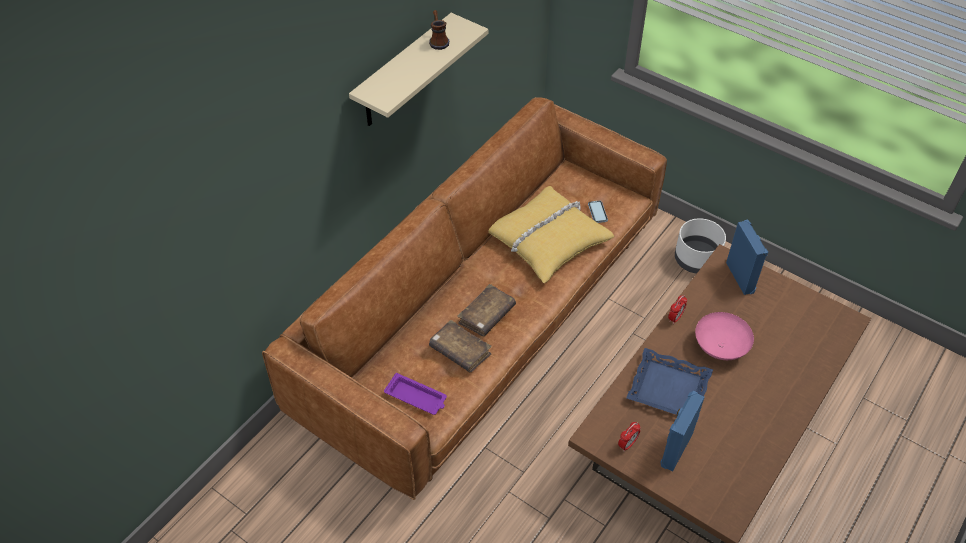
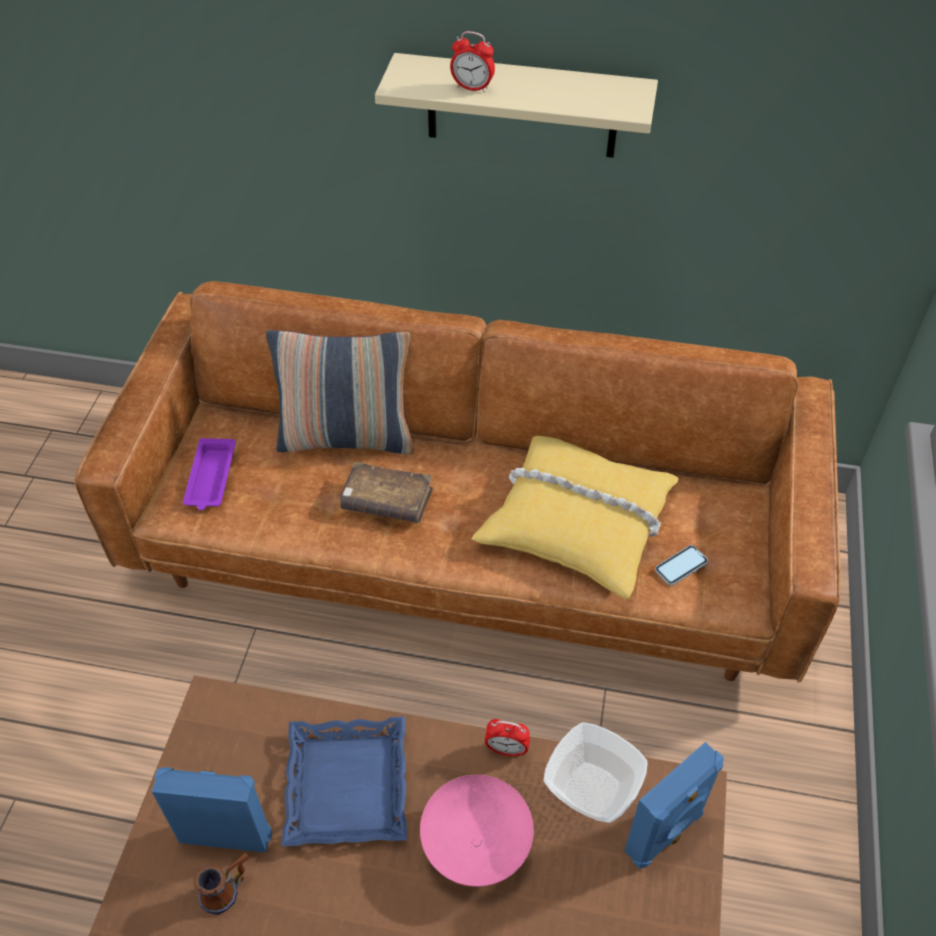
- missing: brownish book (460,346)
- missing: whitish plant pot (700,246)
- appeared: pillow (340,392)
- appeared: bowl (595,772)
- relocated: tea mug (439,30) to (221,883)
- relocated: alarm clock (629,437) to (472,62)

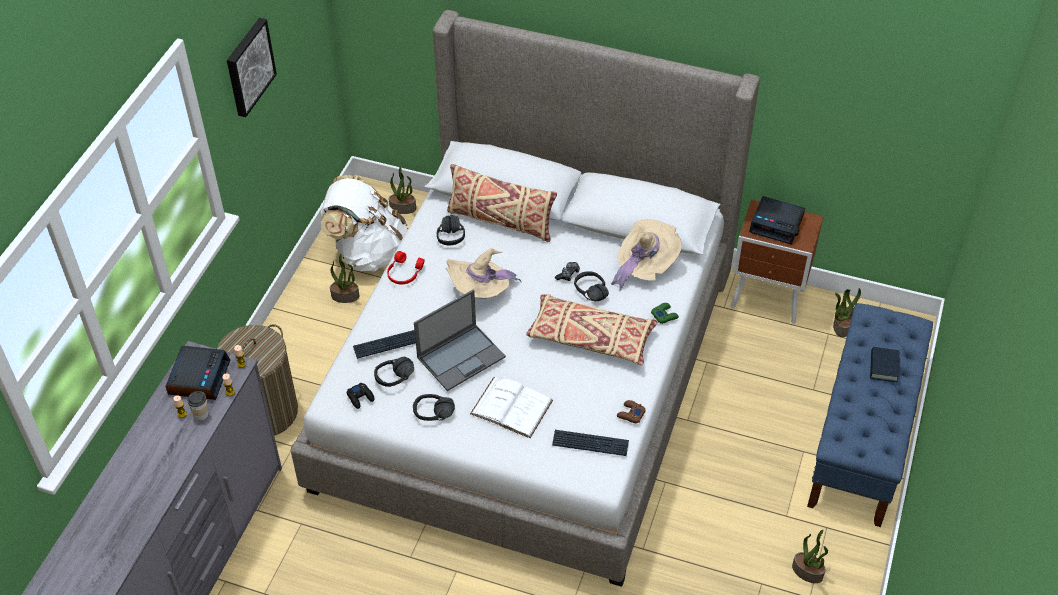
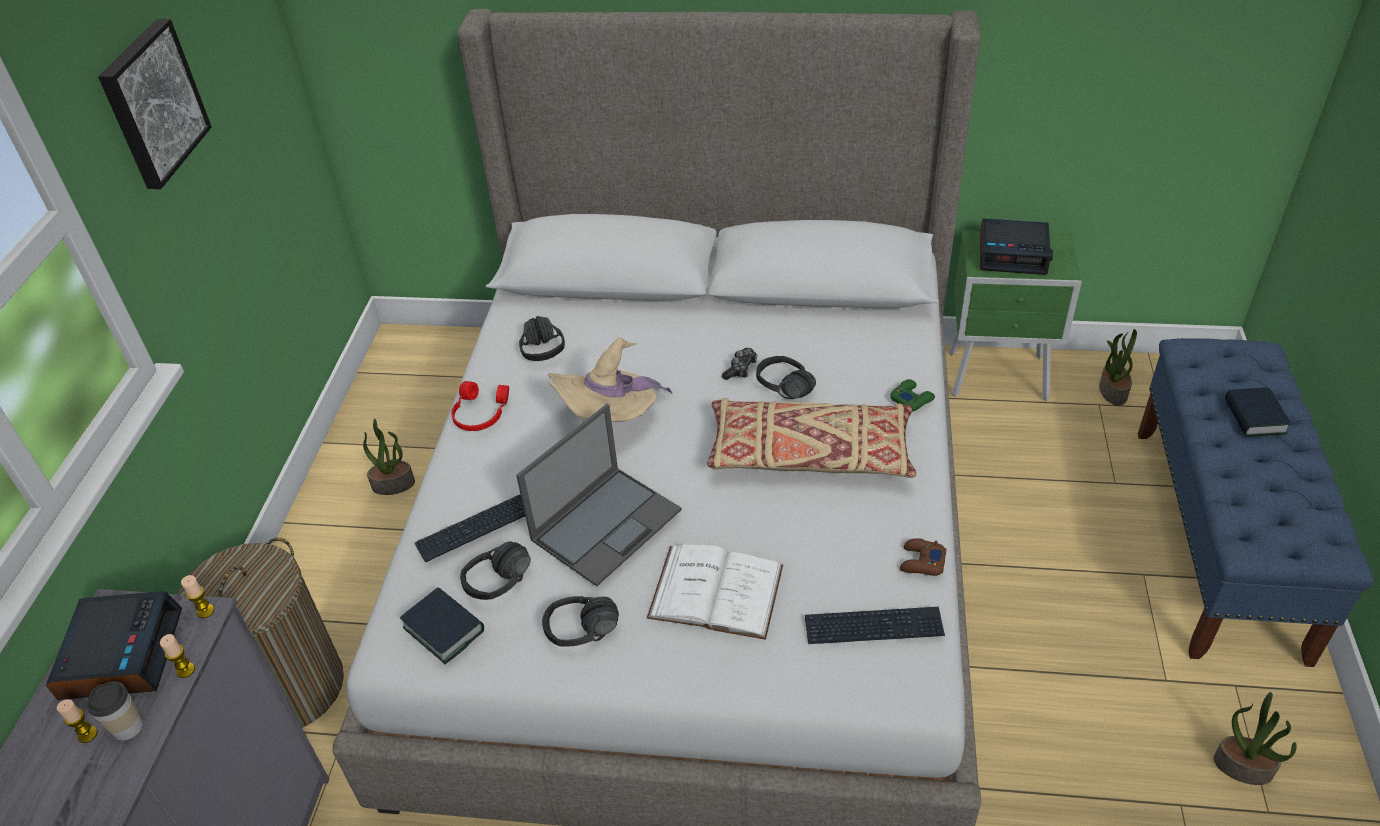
- missing: whitish rucksack (364,223)
- missing: plant in a pot (402,190)
- missing: sand-coloured pillow (502,203)
- missing: sand-coloured hat (646,255)
- exchanged: black-coloured joypad (361,396) to book (442,625)
- colour: brownish night table (776,262) to greenish night table (1015,315)

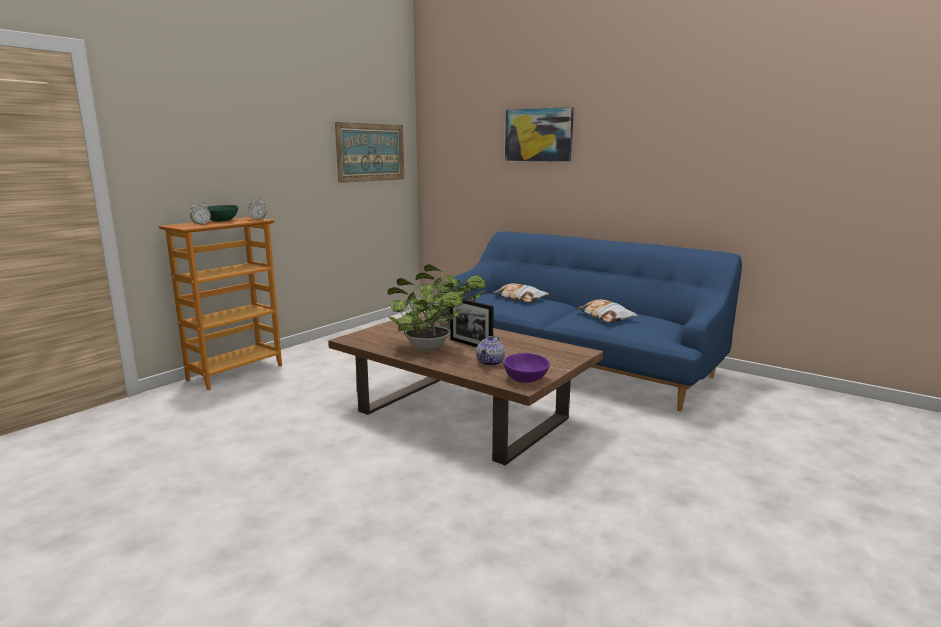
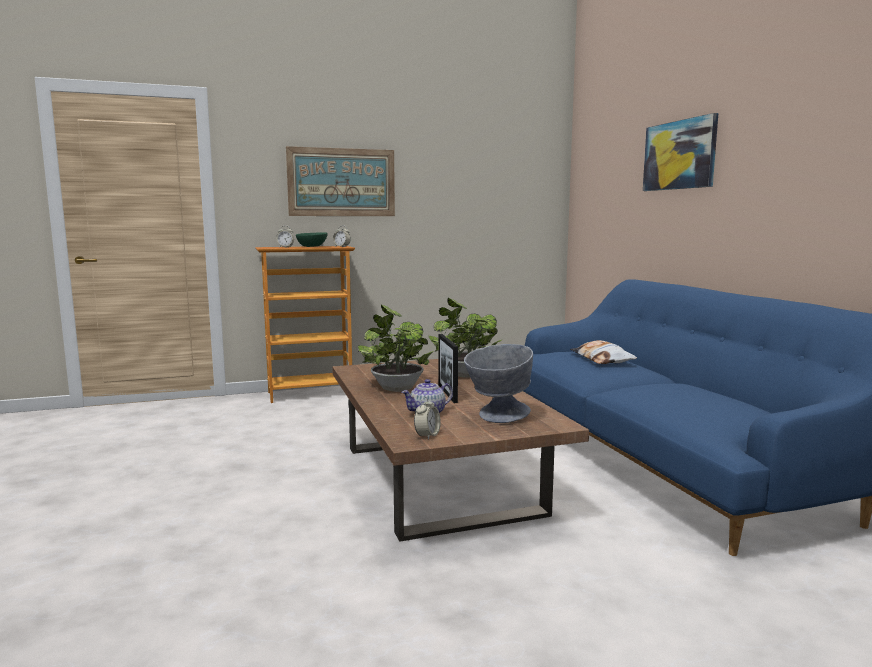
- missing: pillow (606,311)
- appeared: greyish bowl (498,383)
- relocated: wall picture (369,152) to (340,181)
- exchanged: purplish bowl (527,368) to alarm clock (427,418)

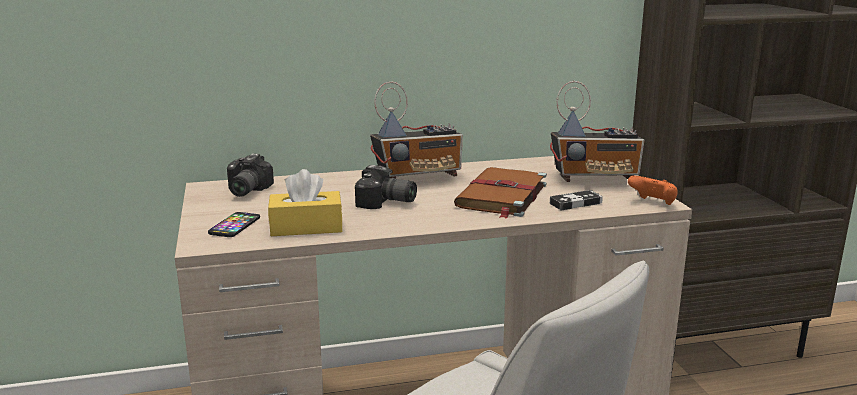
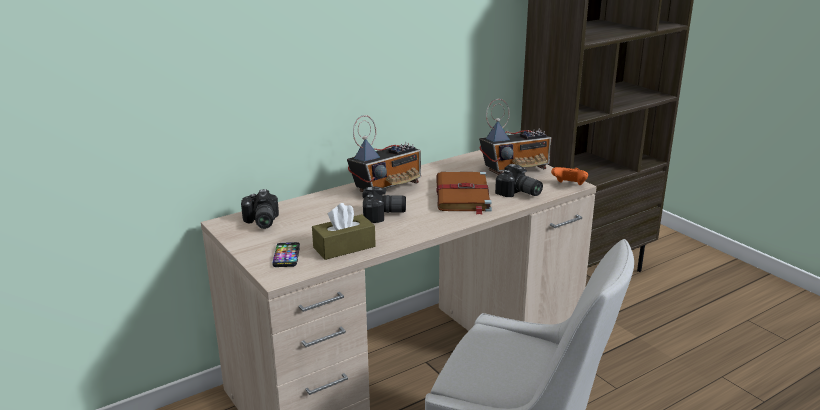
- exchanged: joypad (576,200) to still camera (519,180)
- colour: yellow-coloured tissue box (305,202) to brownish tissue box (344,231)

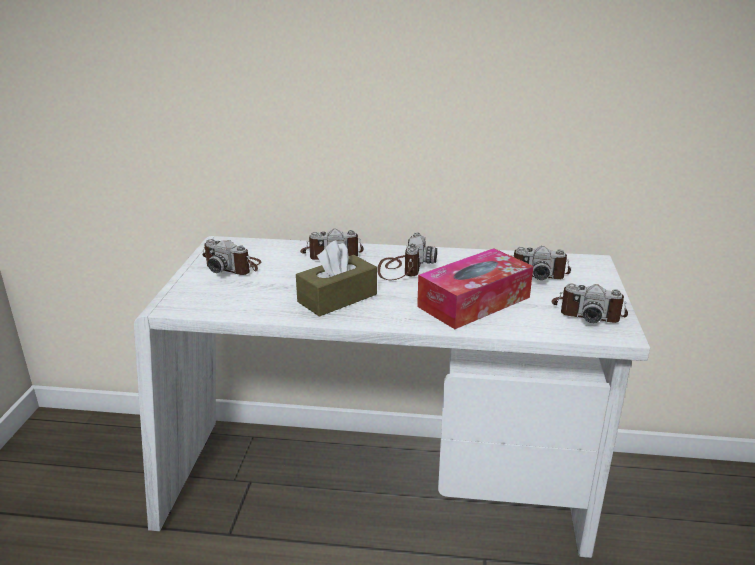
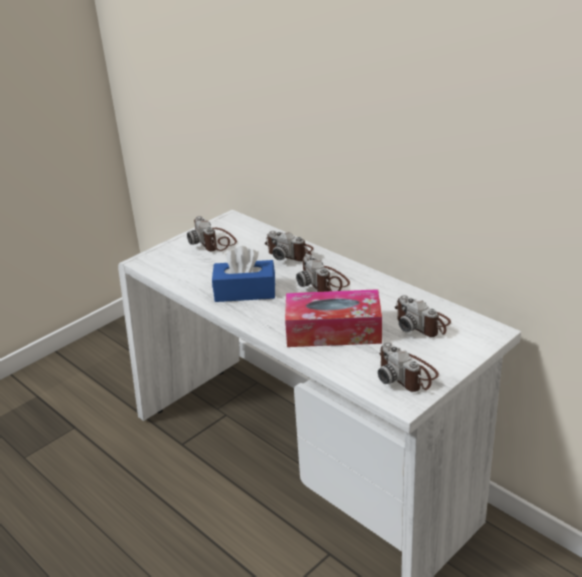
- colour: brownish tissue box (336,278) to bluish tissue box (243,274)
- spun: still camera (407,256) = (323,273) 105 degrees clockwise

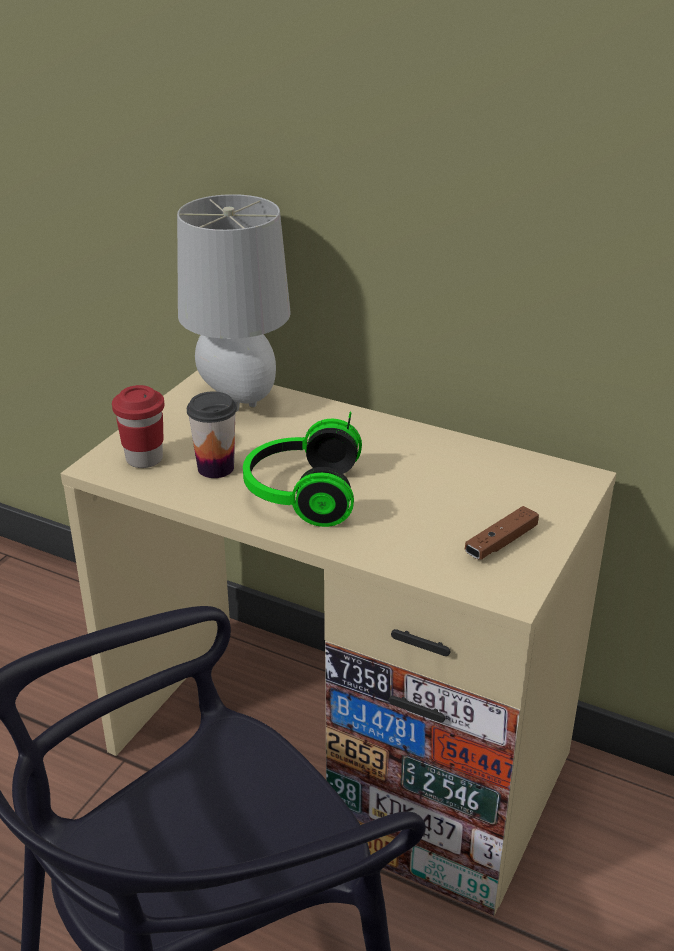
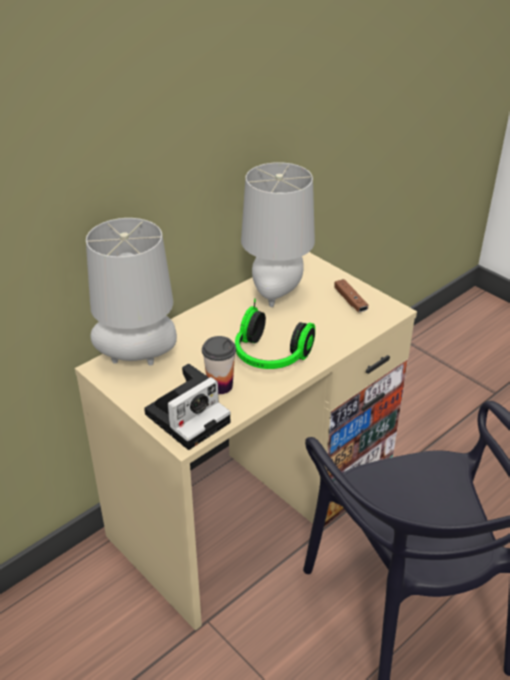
- appeared: greyish table lamp (278,234)
- exchanged: red small cup (138,426) to still camera (187,406)

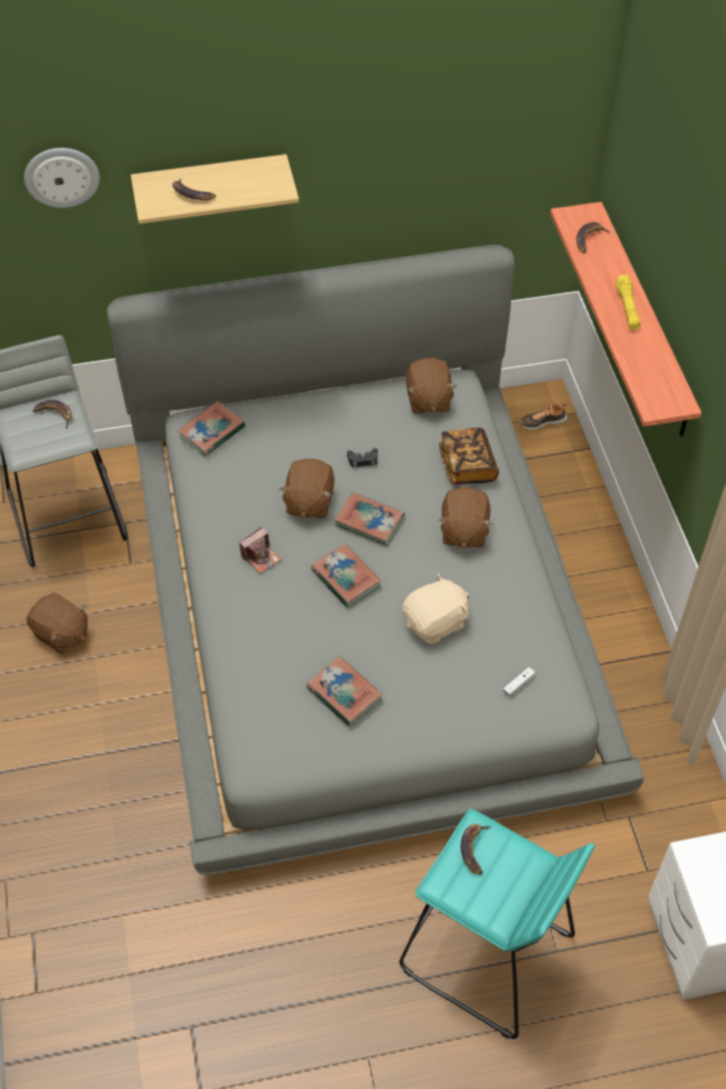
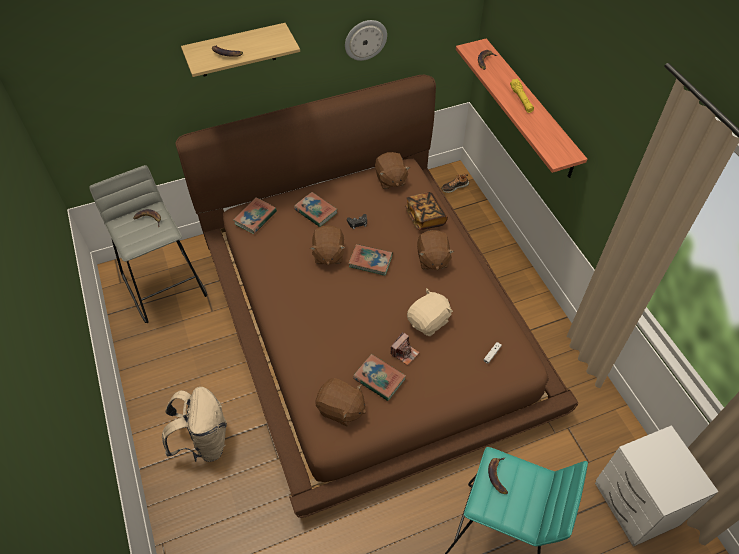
- appeared: sand-coloured rucksack (194,424)
- relocated: wall clock (62,178) to (366,40)
- relocated: brownish plush toy (57,624) to (341,402)
- relocated: still camera (260,550) to (405,349)
- relocated: book (346,576) to (315,209)
- colour: greyish bed (375,560) to brownish bed (376,296)

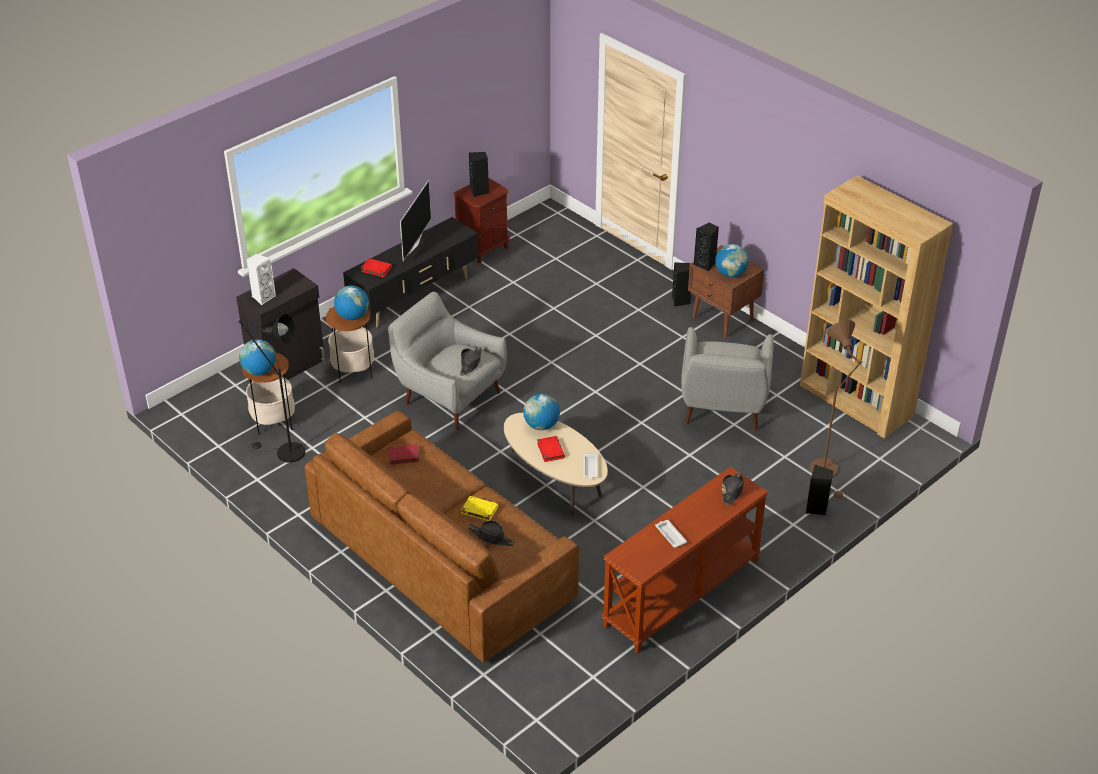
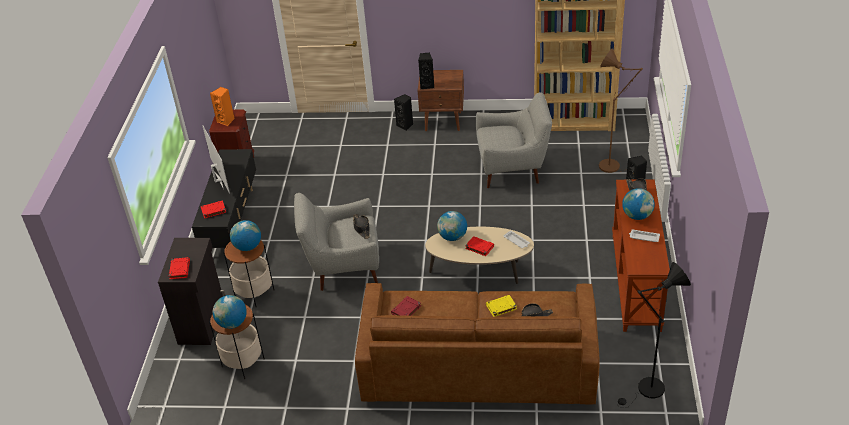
- relocated: black-coloured standard lamp (271,388) to (654,335)
- relocated: world globe (732,261) to (638,204)
- exchanged: whitish speaker (261,279) to red book (179,268)
- colour: black-coloured speaker (479,174) to orange speaker (222,106)
- spun: greyish easy chair (727,379) = (514,140) 60 degrees counterclockwise

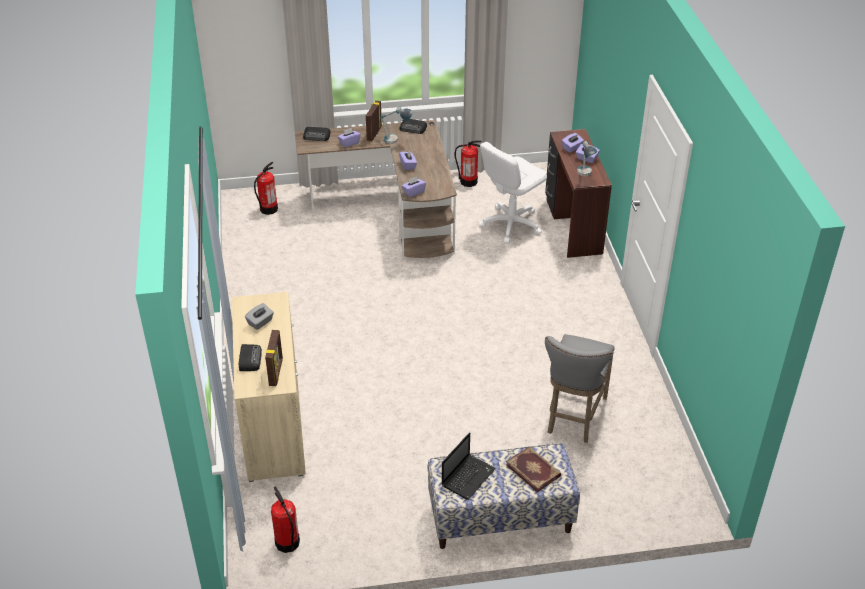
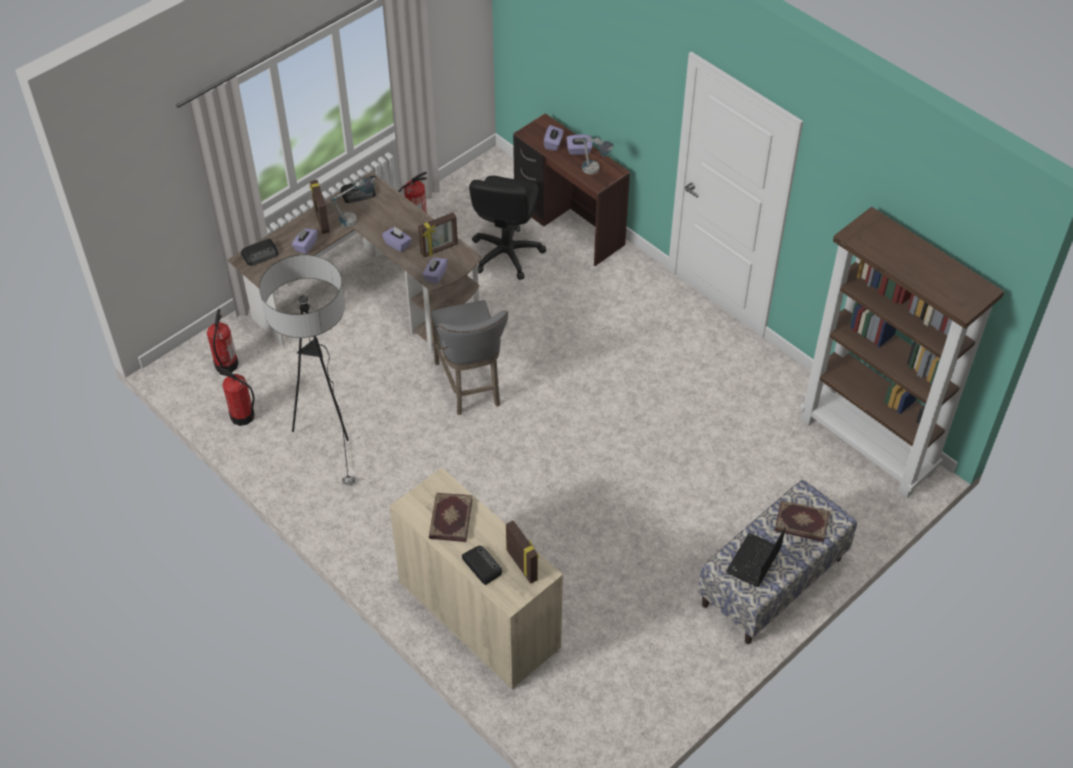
- appeared: standard lamp (307,370)
- appeared: photo frame (438,234)
- appeared: brownish shelving unit (901,352)
- relocated: fire extinguisher (285,519) to (236,396)
- relocated: greyish stool seat (580,388) to (469,357)
- exchanged: greyish tissue box (259,316) to book (450,517)
- colour: whitish computer chair (513,192) to black-coloured computer chair (507,228)
- spun: notebook computer (468,466) = (756,557) 150 degrees counterclockwise

